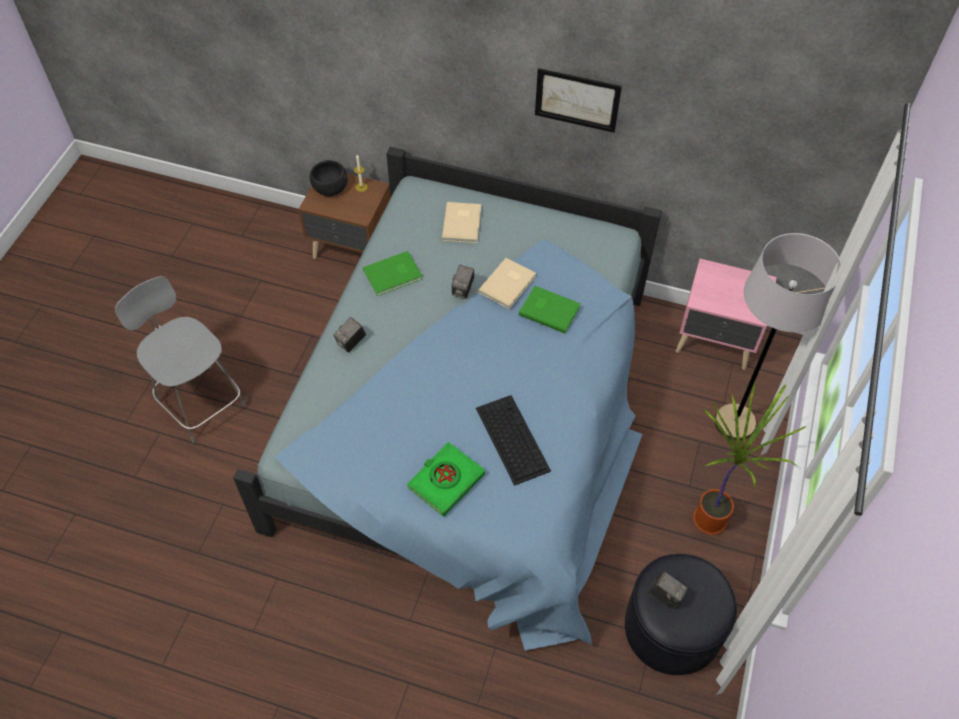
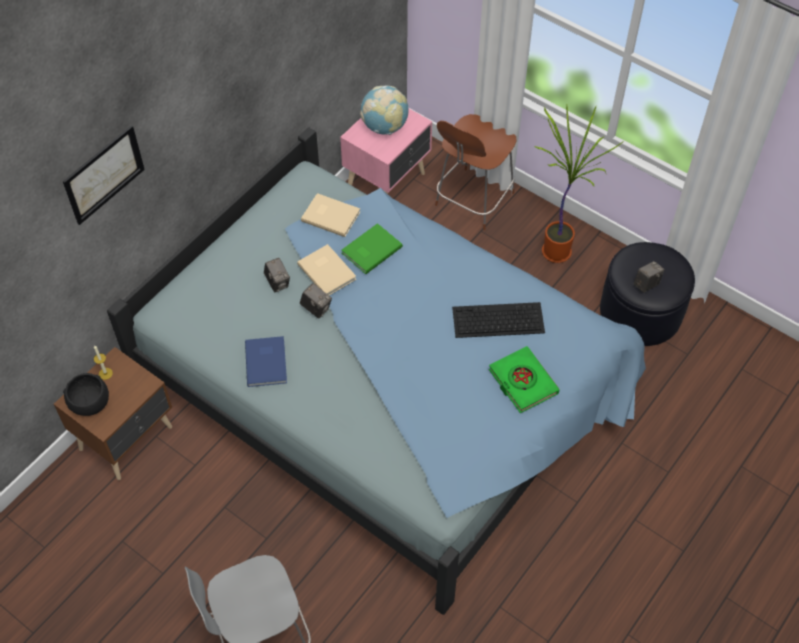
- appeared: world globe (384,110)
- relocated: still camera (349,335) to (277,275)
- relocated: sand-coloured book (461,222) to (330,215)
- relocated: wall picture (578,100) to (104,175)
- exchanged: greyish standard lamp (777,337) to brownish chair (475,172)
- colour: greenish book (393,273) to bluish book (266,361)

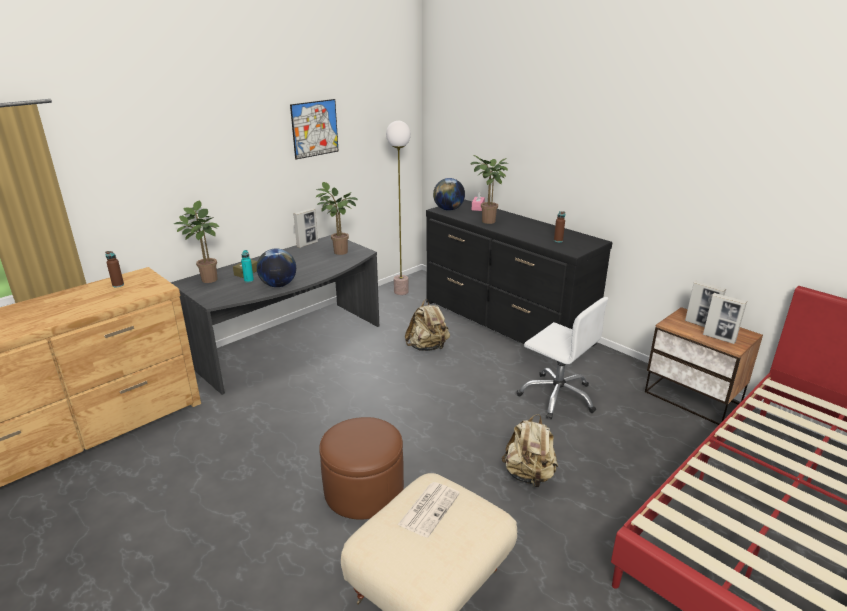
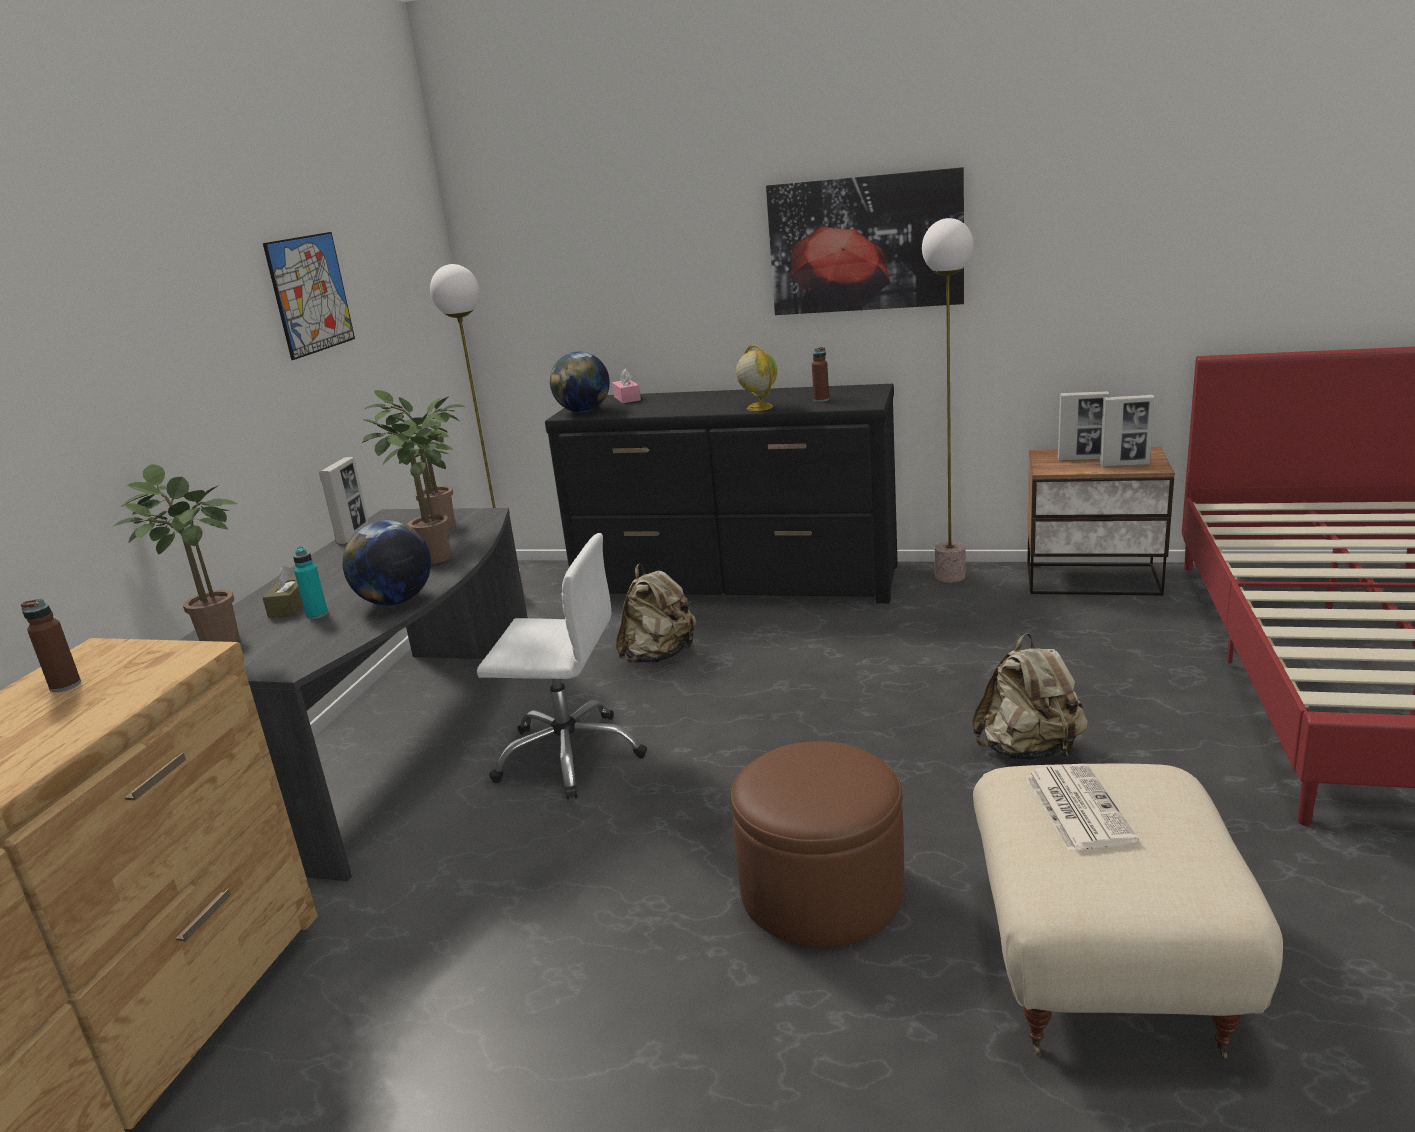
- appeared: world globe (756,378)
- appeared: wall picture (865,241)
- appeared: standard lamp (948,400)
- relocated: plant in a pot (489,189) to (407,487)
- relocated: whitish computer chair (562,358) to (562,666)

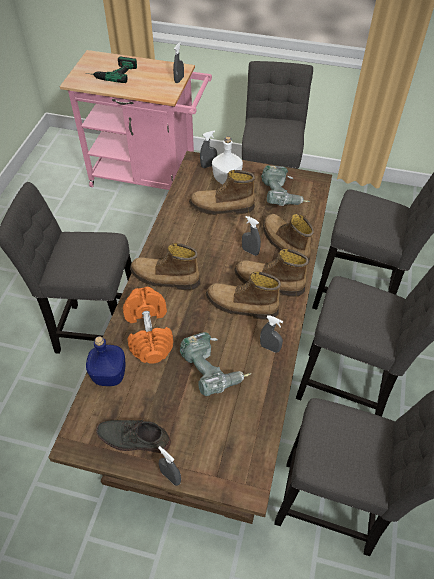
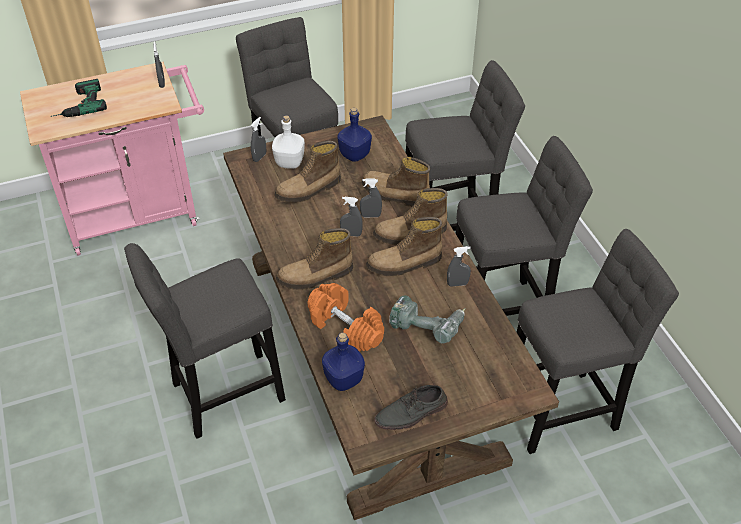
- relocated: greyish spray bottle (169,466) to (351,217)
- exchanged: power drill (285,185) to bluish drink bottle (354,135)

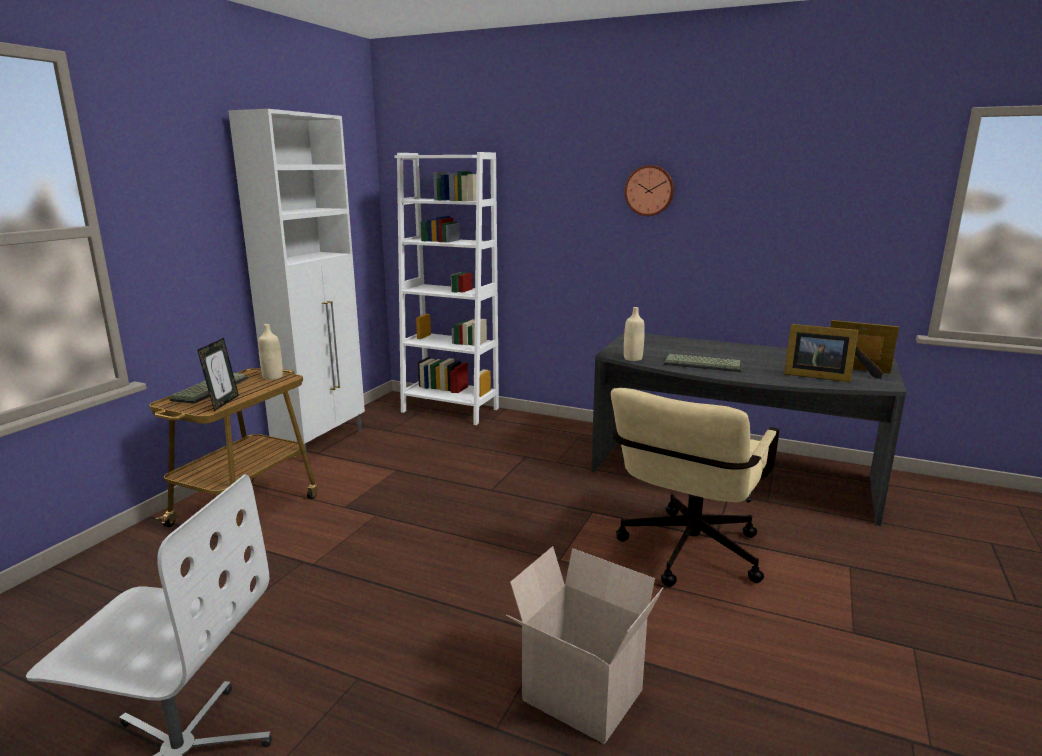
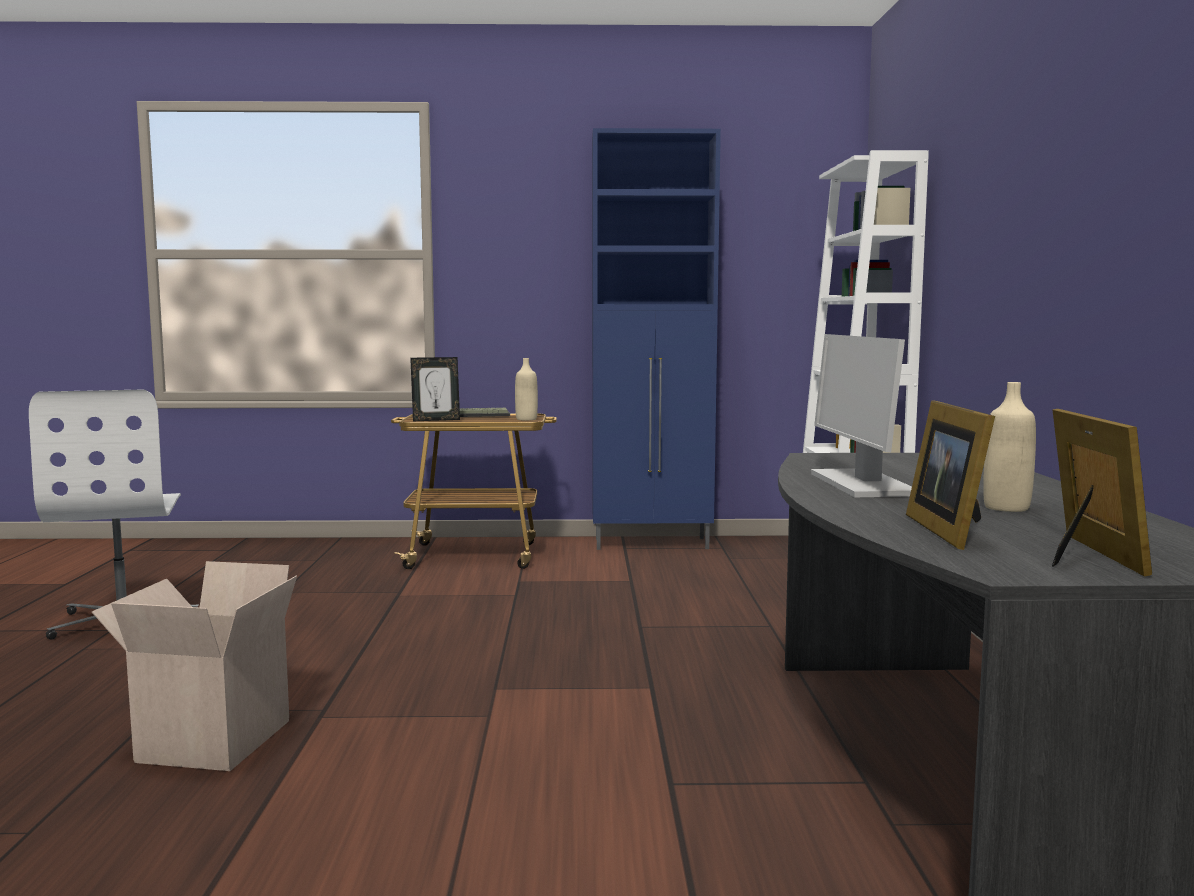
- missing: sand-coloured computer chair (695,487)
- missing: wall clock (649,190)
- relocated: sand-coloured drink bottle (634,334) to (1009,447)
- exchanged: computer keyboard (703,363) to monitor (861,415)
- colour: whitish storage cabinet (296,285) to bluish storage cabinet (656,339)

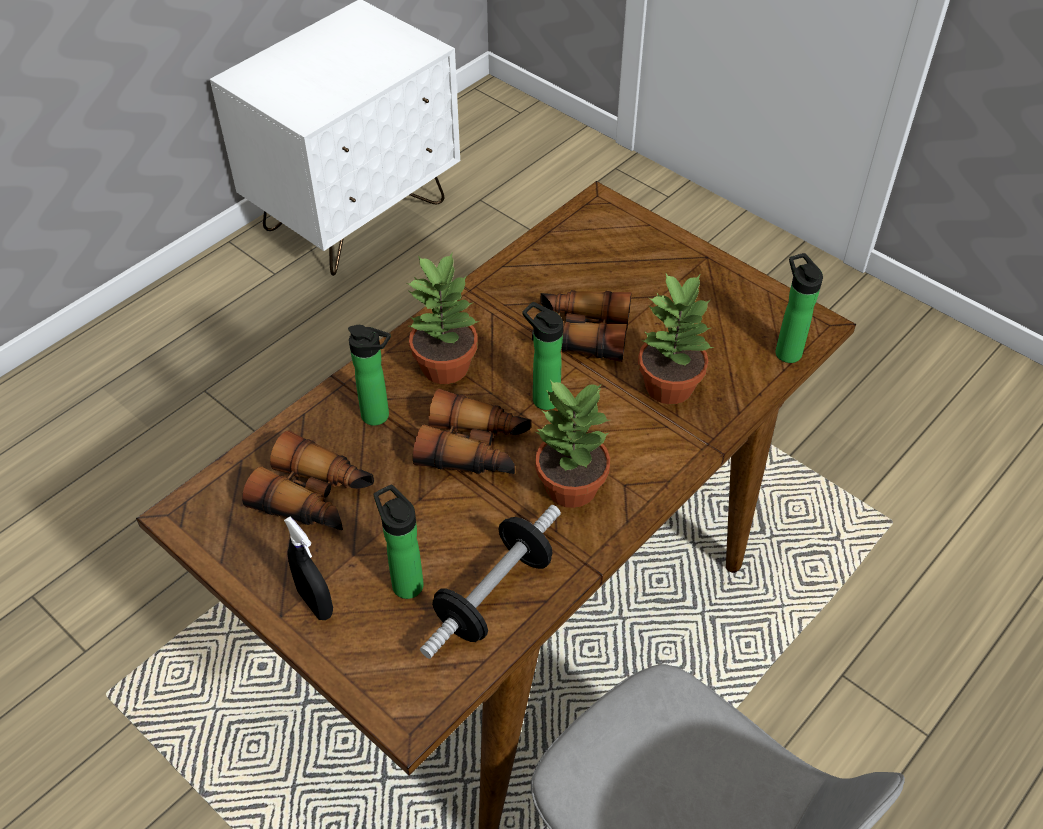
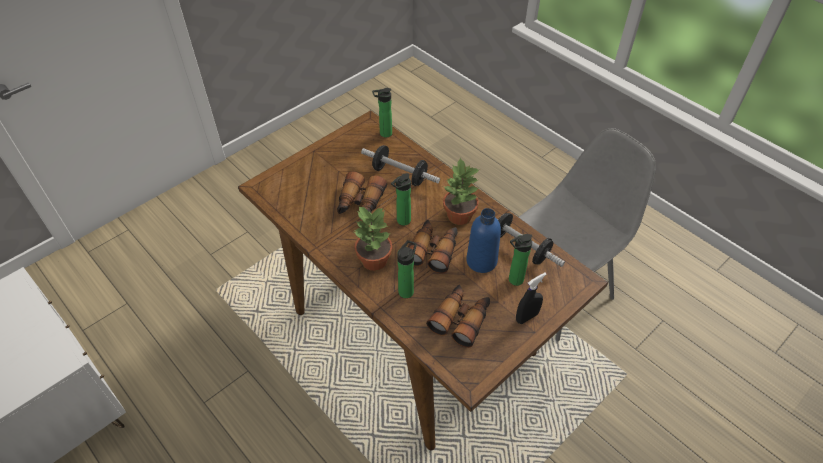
- appeared: bluish drink bottle (483,240)
- exchanged: plant in a pot (675,338) to dumbbell (400,165)

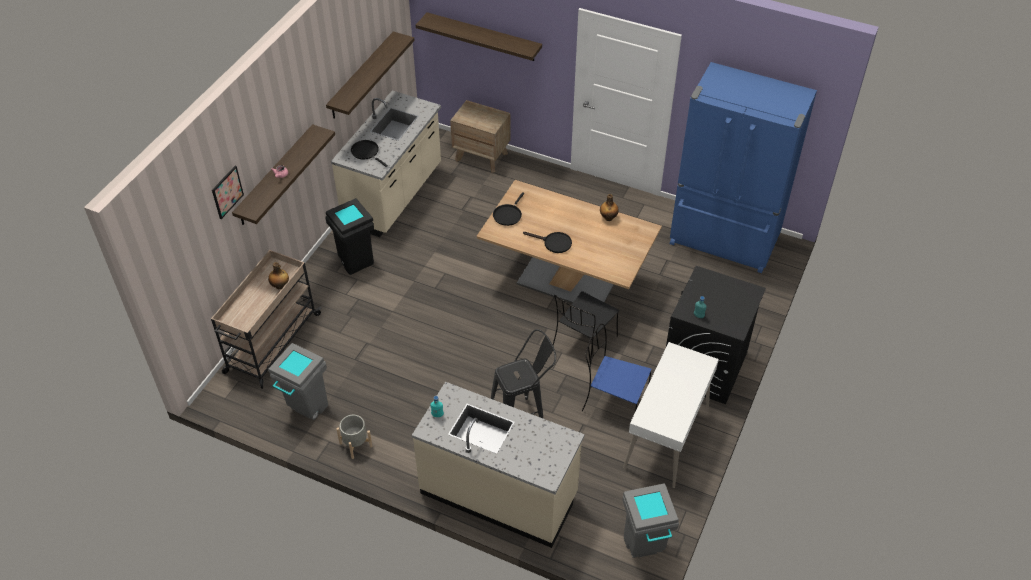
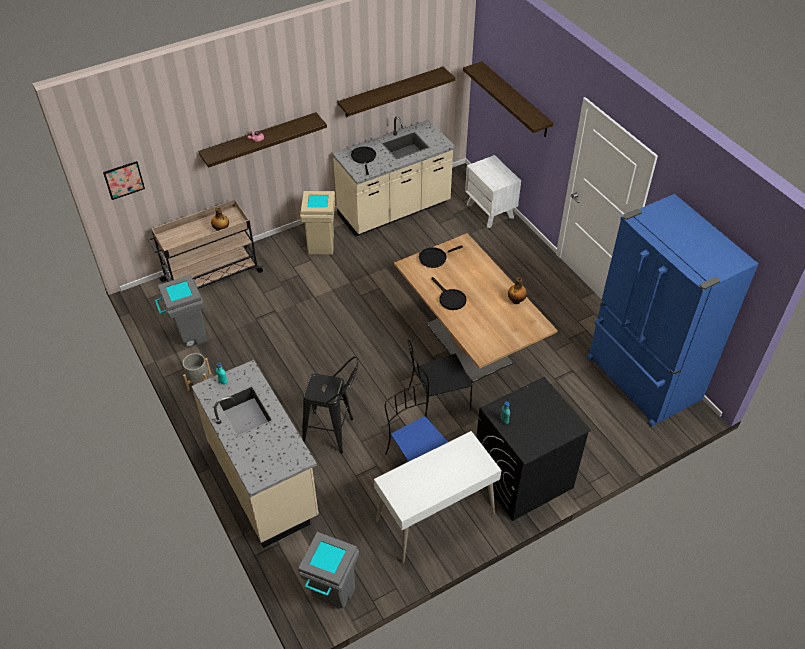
- relocated: wall picture (228,192) to (124,180)
- colour: black-coloured rubbish bin (349,236) to sand-coloured rubbish bin (317,222)
- colour: brownish night table (480,136) to whitish night table (493,191)

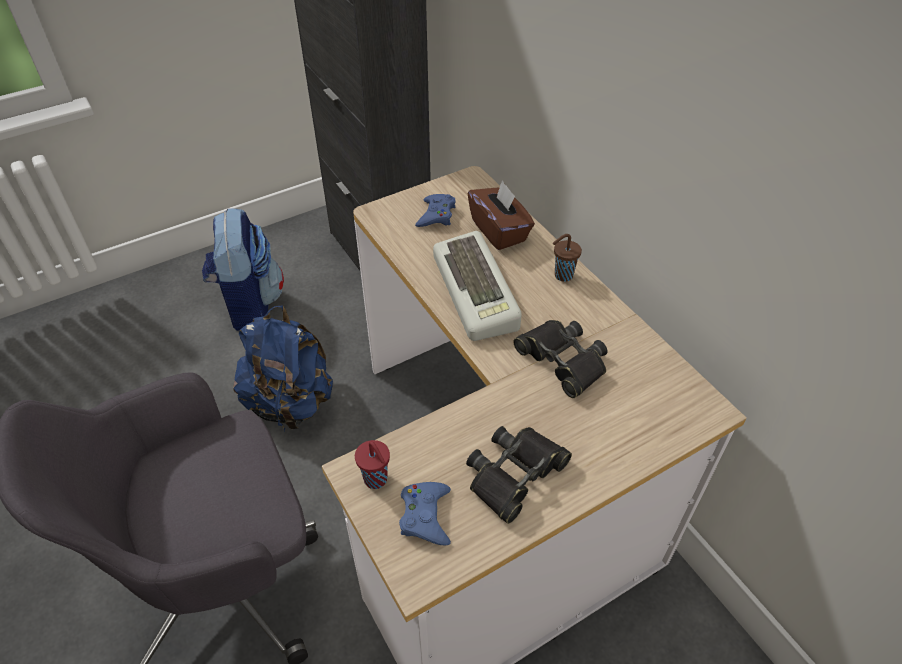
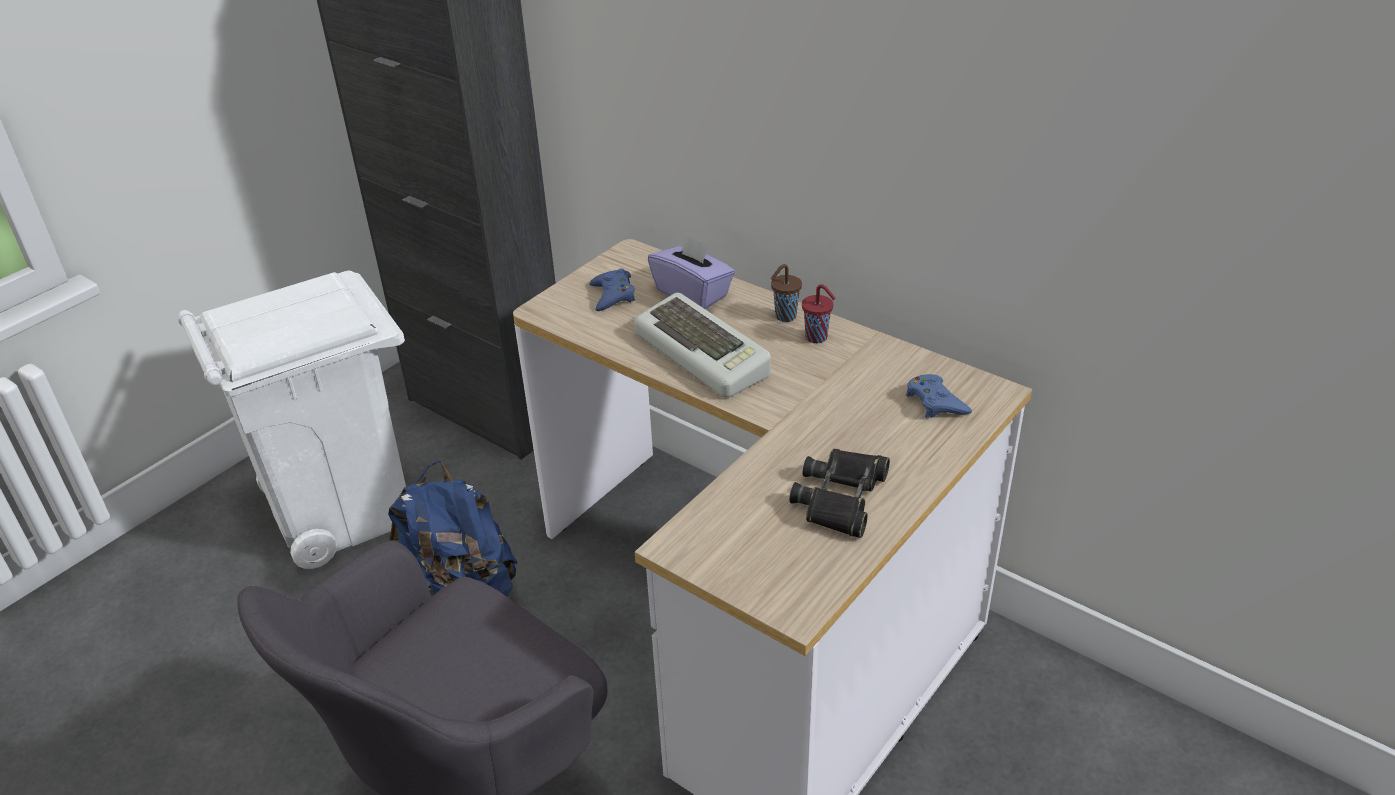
- missing: black-coloured pair of binoculars (561,359)
- relocated: red small cup (372,464) to (819,313)
- relocated: bluish joypad (425,513) to (939,396)
- exchanged: rucksack (243,269) to whitish rubbish bin (292,420)
- colour: brownish tissue box (501,215) to purplish tissue box (691,271)

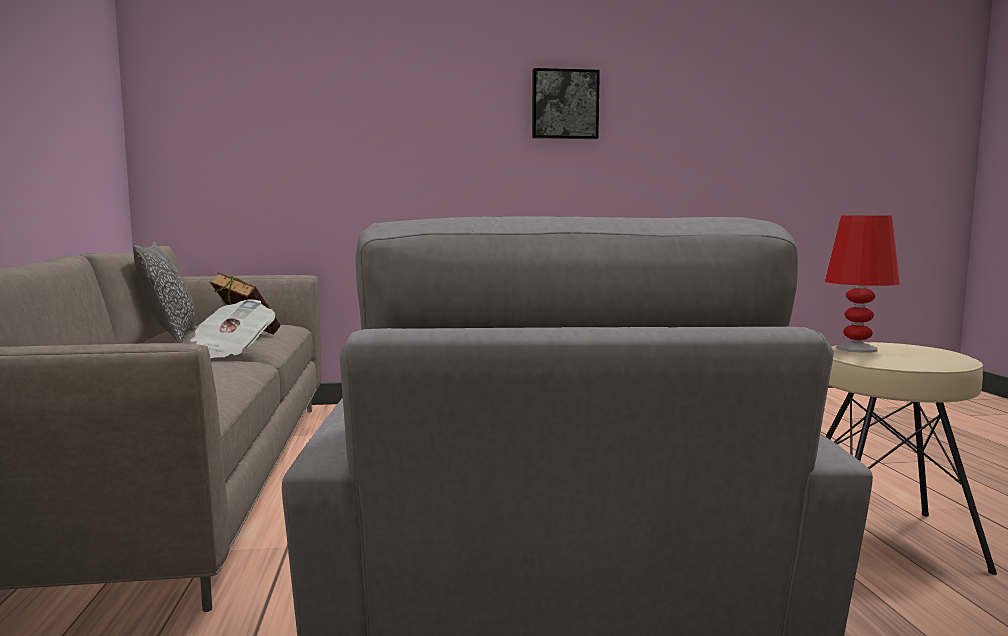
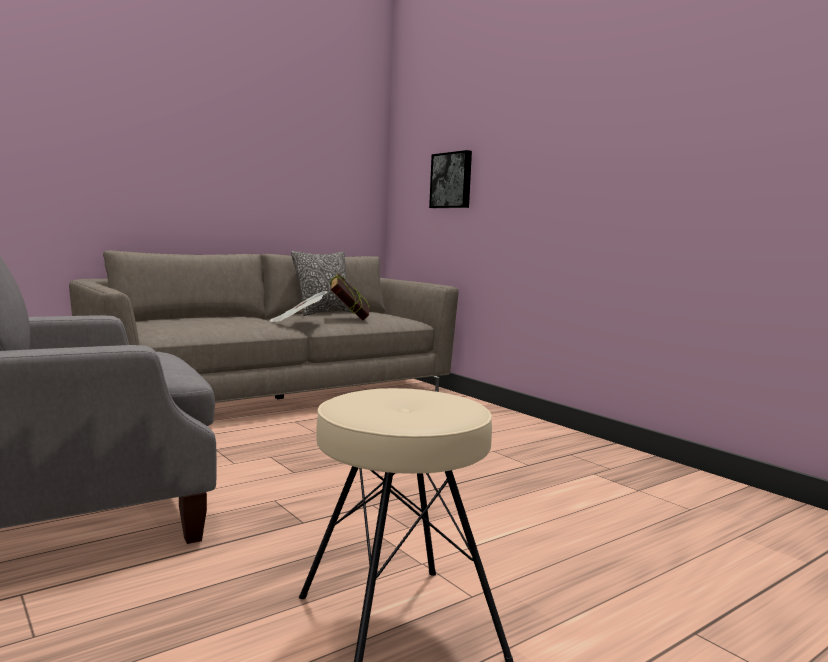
- missing: red table lamp (862,284)
- relocated: wall picture (566,103) to (450,179)

